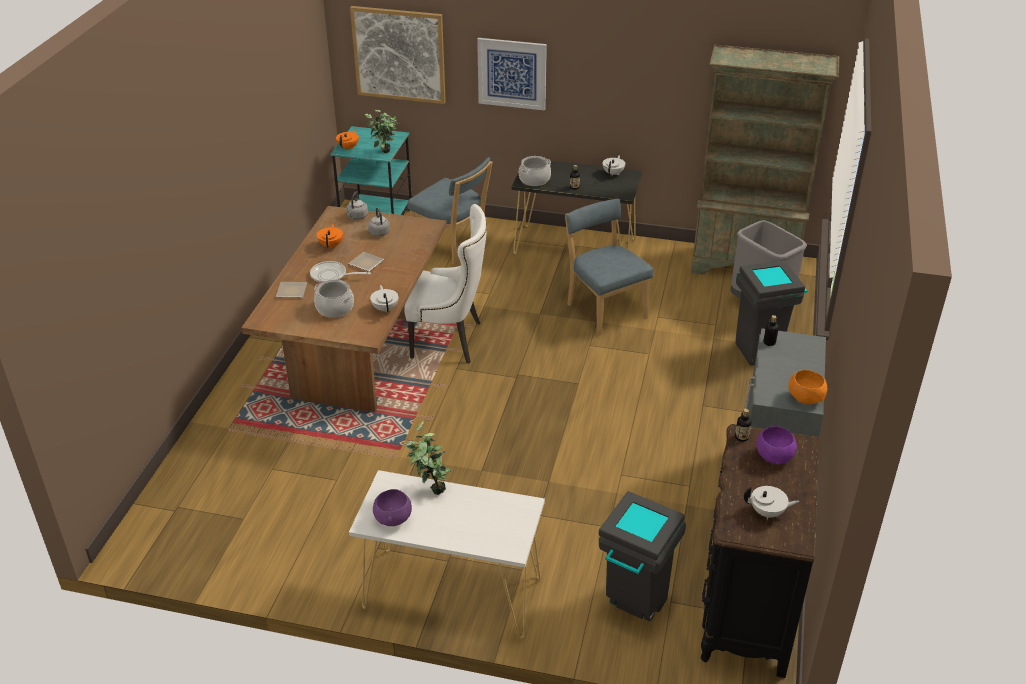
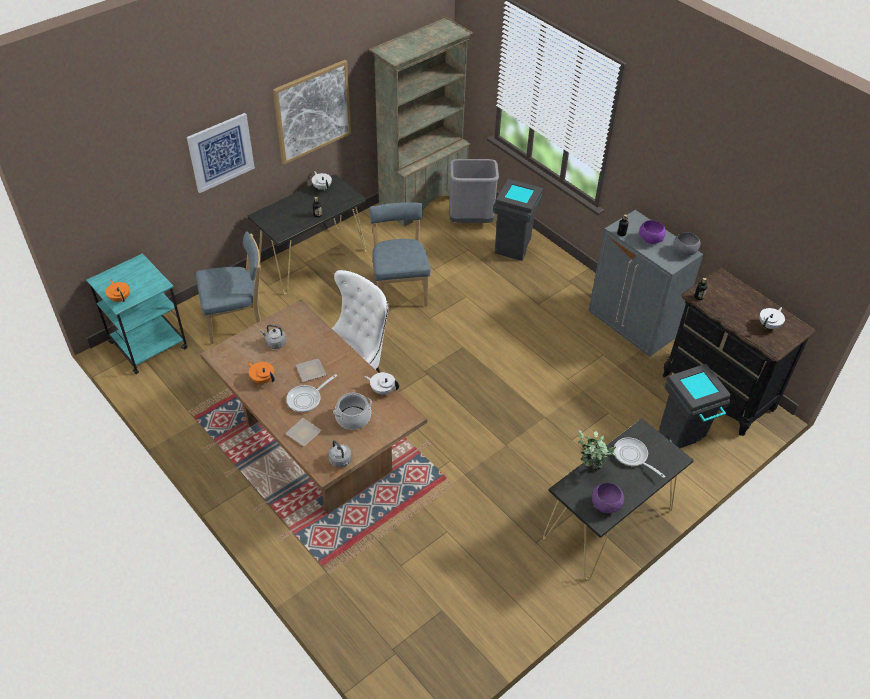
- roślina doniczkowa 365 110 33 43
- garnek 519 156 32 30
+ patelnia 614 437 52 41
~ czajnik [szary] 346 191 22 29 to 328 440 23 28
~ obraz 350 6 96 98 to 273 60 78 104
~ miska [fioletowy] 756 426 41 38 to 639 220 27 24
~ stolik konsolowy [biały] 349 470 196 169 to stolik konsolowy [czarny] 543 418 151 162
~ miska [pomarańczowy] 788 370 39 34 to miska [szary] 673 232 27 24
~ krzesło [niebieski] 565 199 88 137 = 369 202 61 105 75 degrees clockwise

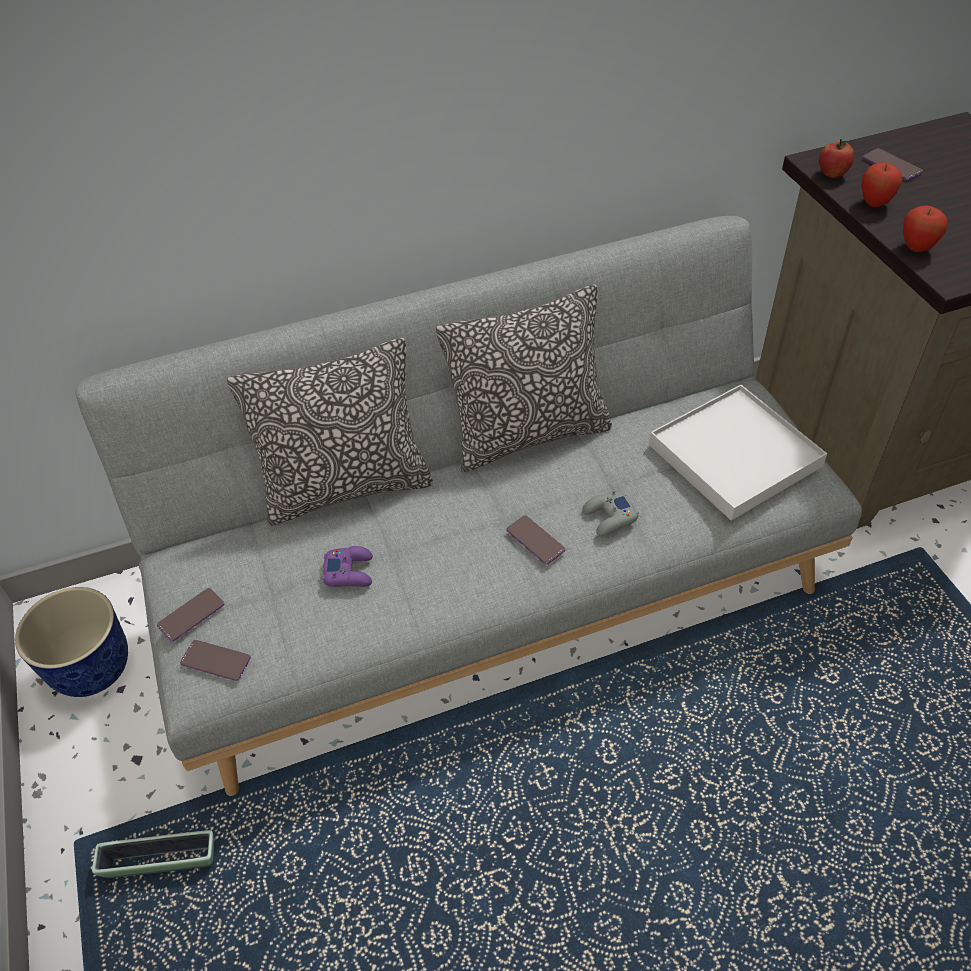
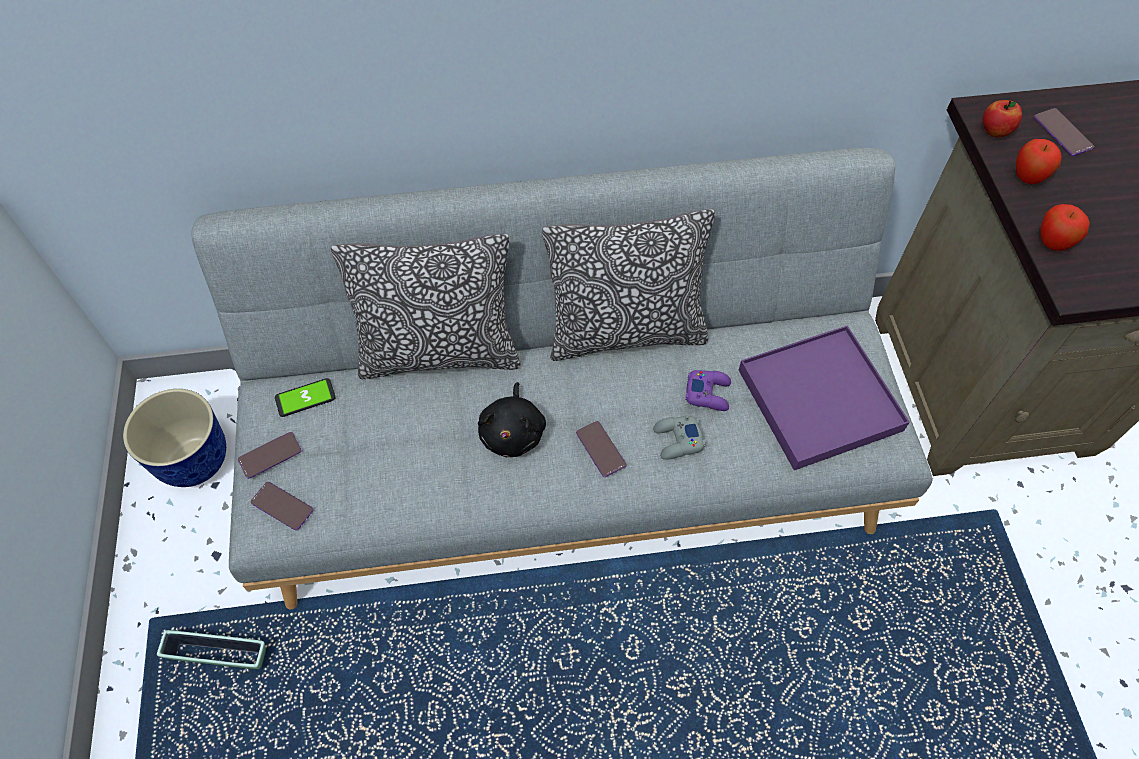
+ telefon 275 378 61 39
+ pluszak [czarny] 478 382 68 75
~ pad do gier [fioletowy] 322 546 51 41 to 685 370 46 41
~ taca [biały] 649 385 178 136 to taca [fioletowy] 739 325 171 145

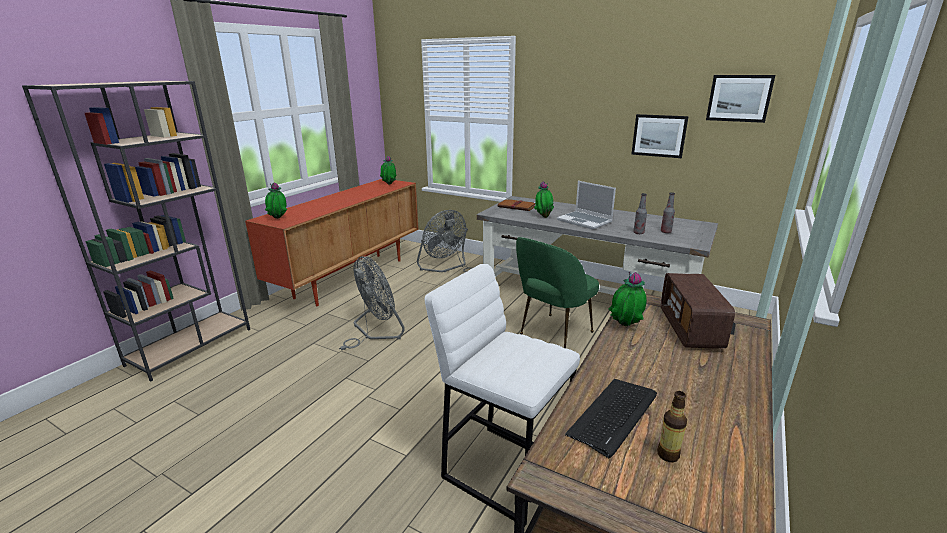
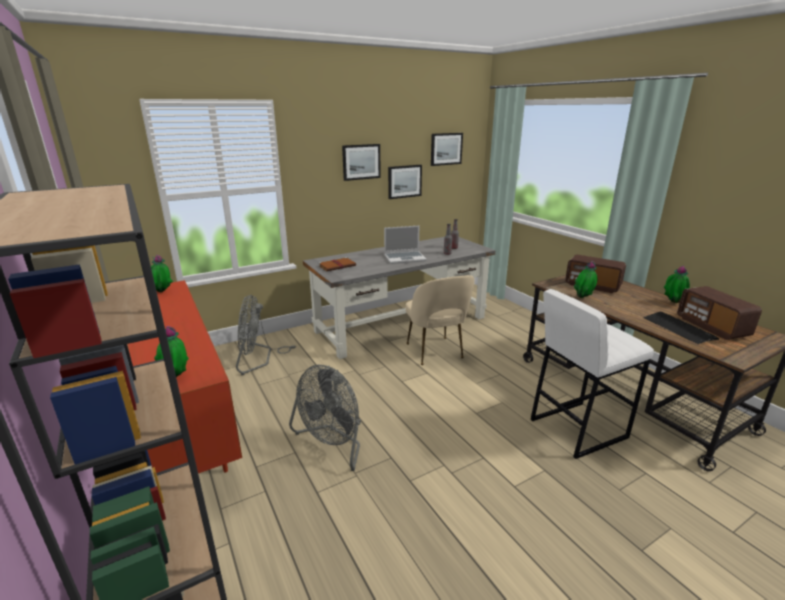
+ obraz 342 144 39 37
~ roślina doniczkowa 534 181 20 37 to 664 266 26 37
~ butelka 657 391 30 71 to radio 677 286 85 54
~ krzesło [zielony] 516 237 83 111 to krzesło [beżowy] 405 275 70 90
~ wentylator [szary] 339 256 66 94 = 289 365 72 106 135 degrees counterclockwise

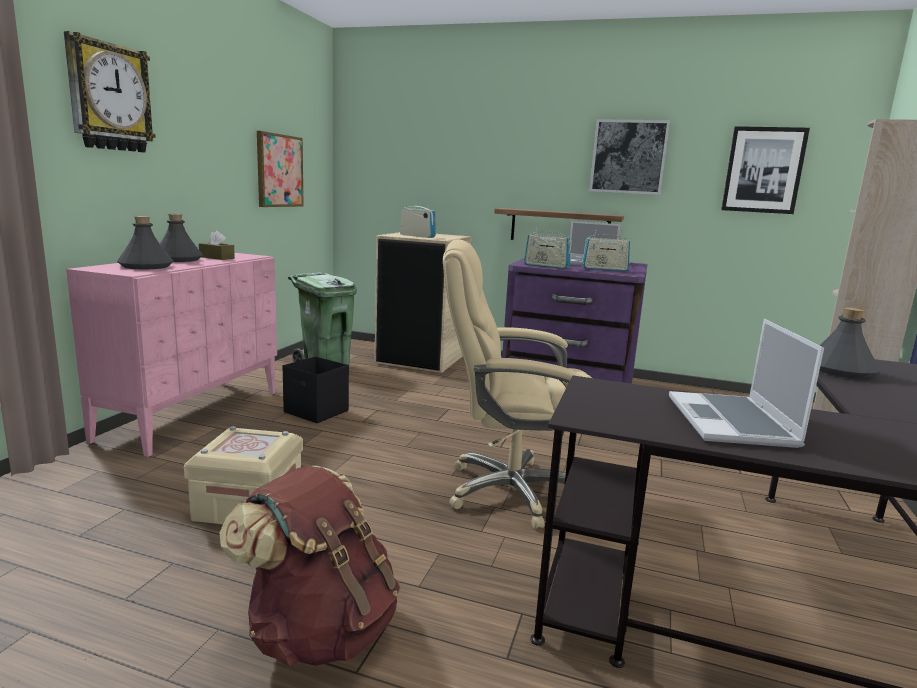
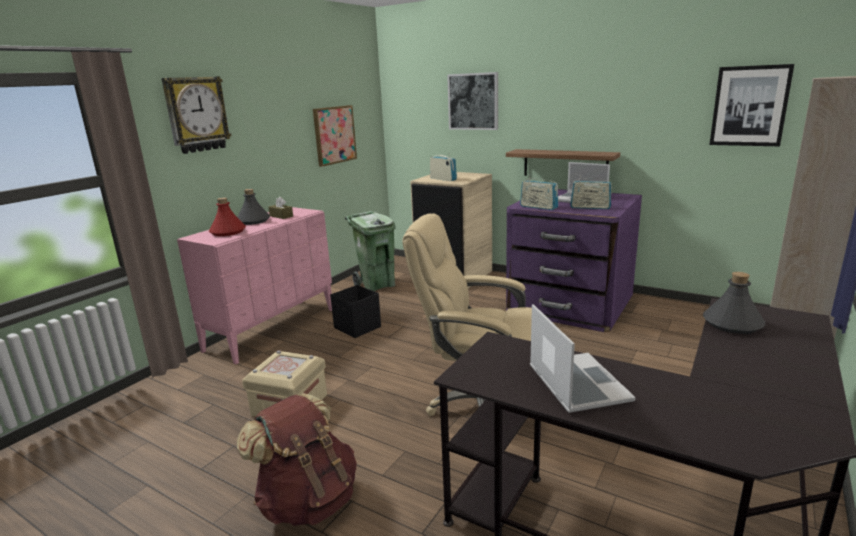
~ obraz 589 119 81 76 to 447 72 51 58
~ butelka [szary] 117 216 56 53 to butelka [czerwony] 209 197 37 39
~ laptop 669 319 155 129 = 530 304 106 109 150 degrees clockwise

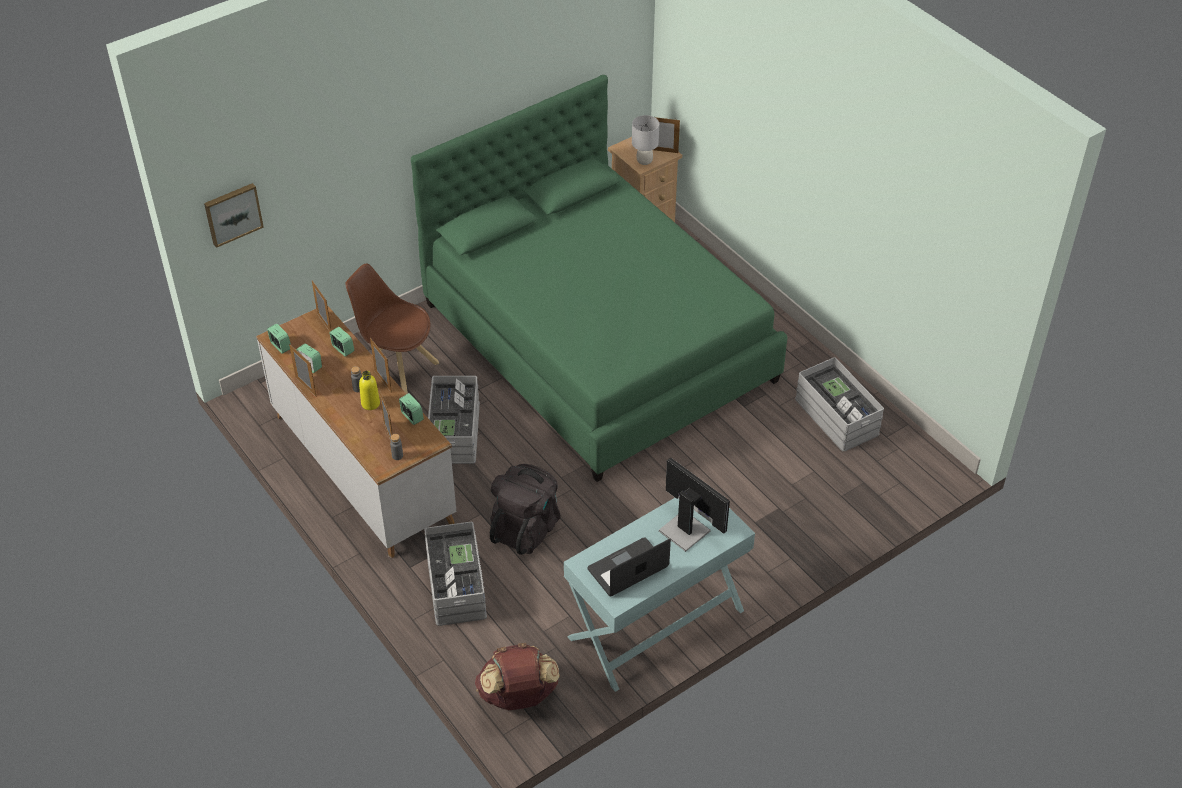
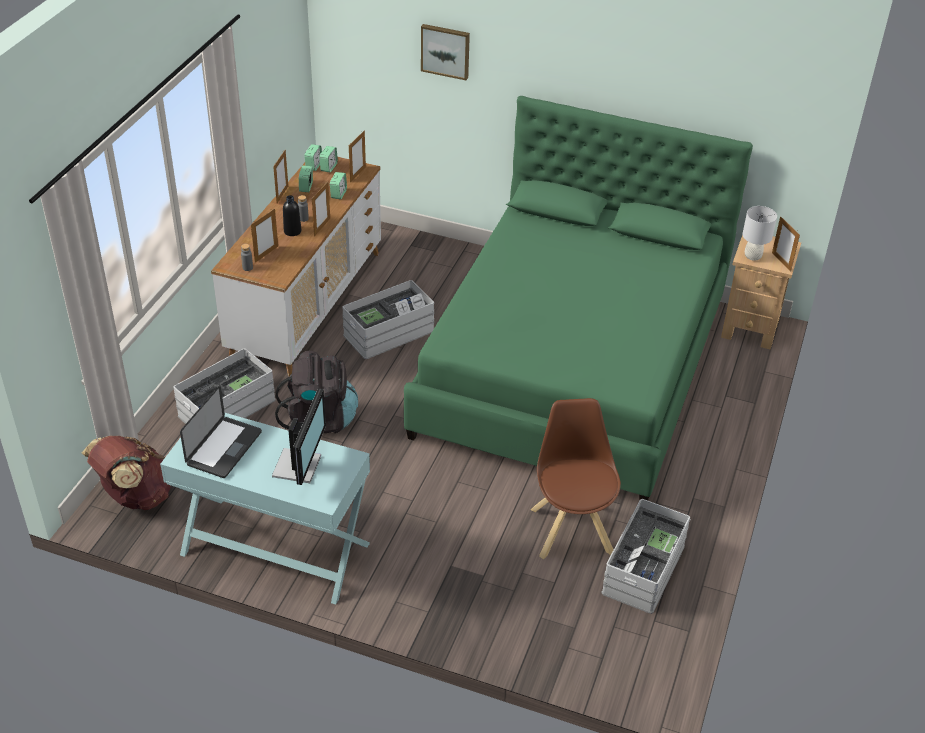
~ obraz 204 183 60 65 to 421 24 49 56
~ krzesło [brązowy] 346 264 93 130 to 531 398 90 161
~ budzik 399 393 25 32 to 319 146 19 27
~ butelka [żółty] 359 371 21 39 to butelka [czarny] 283 195 18 41
~ laptop 587 537 84 60 = 180 385 82 93 90 degrees clockwise

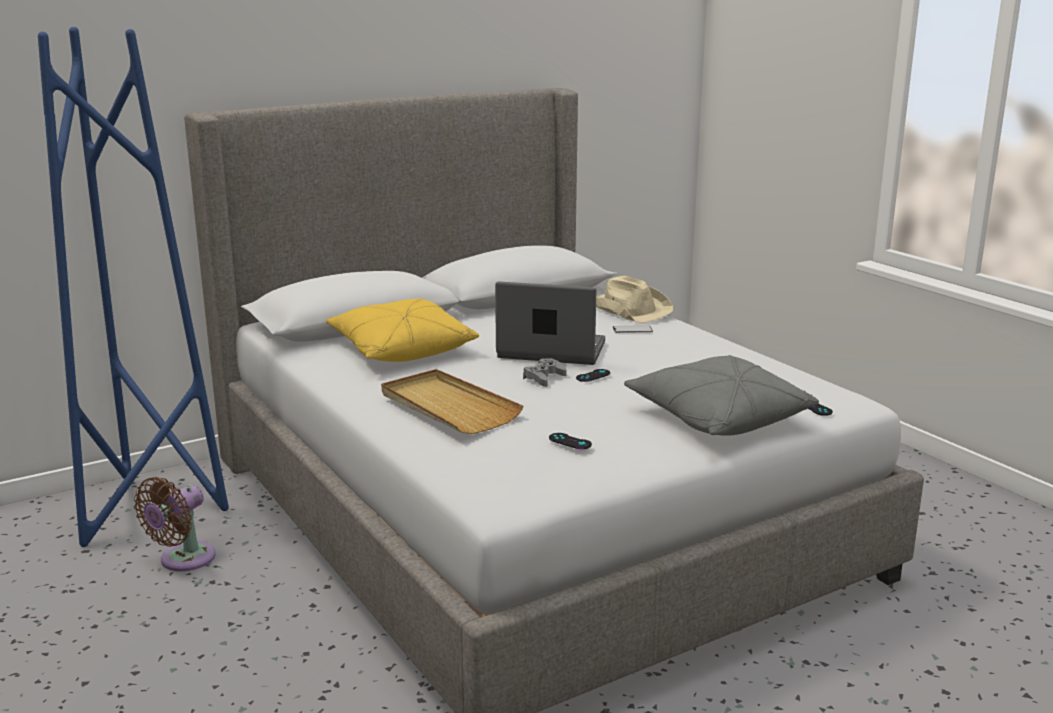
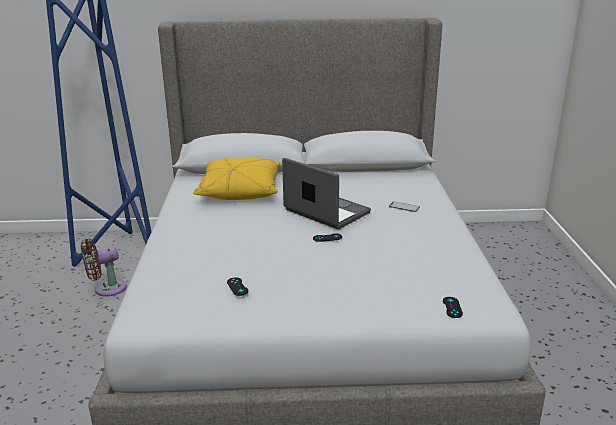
- taca [beżowy] 381 369 142 65
- pad do gier [szary] 523 358 43 29
- kapelusz [beżowy] 596 276 78 47
- poduszka [szary] 624 355 195 81

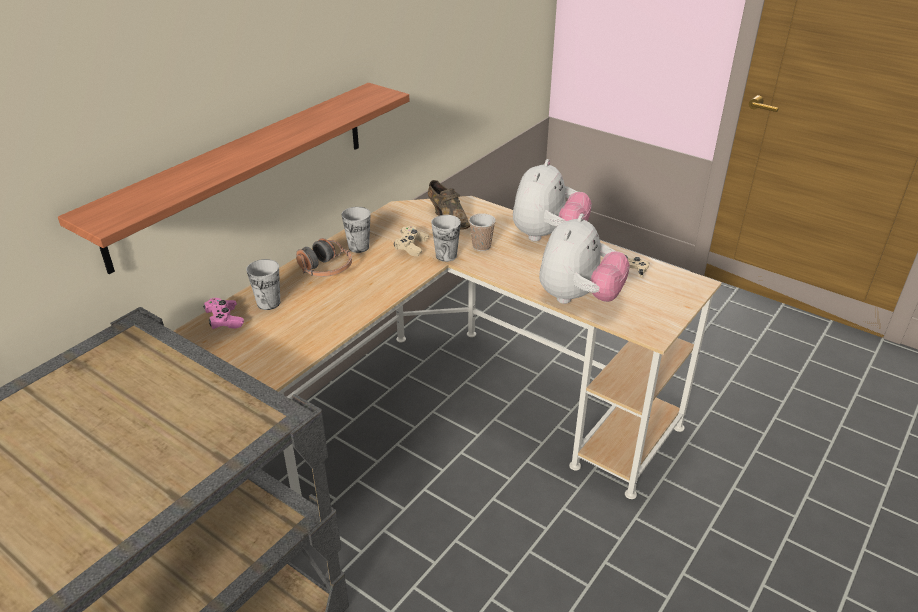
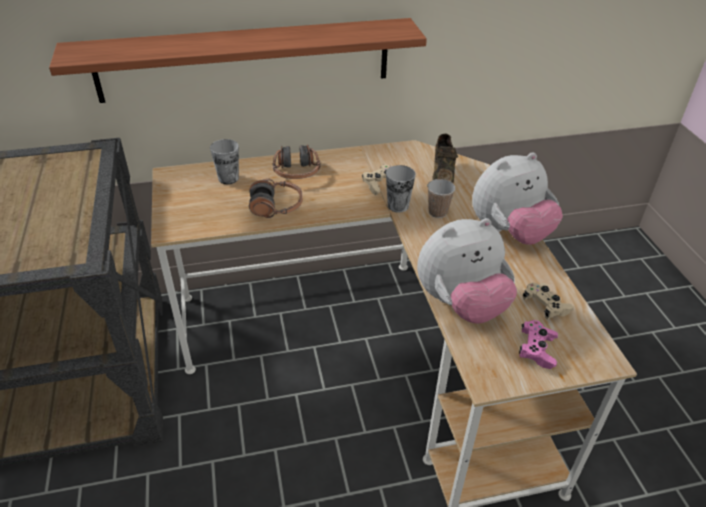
- filiżanka 342 207 29 46
+ słuchawki 249 178 54 40
~ pad do gier [różowy] 203 298 41 31 to 519 320 39 49

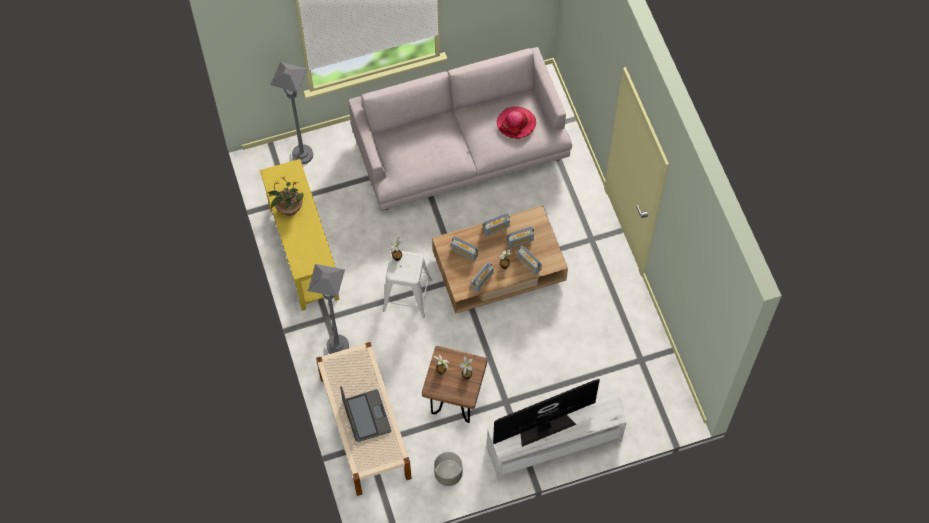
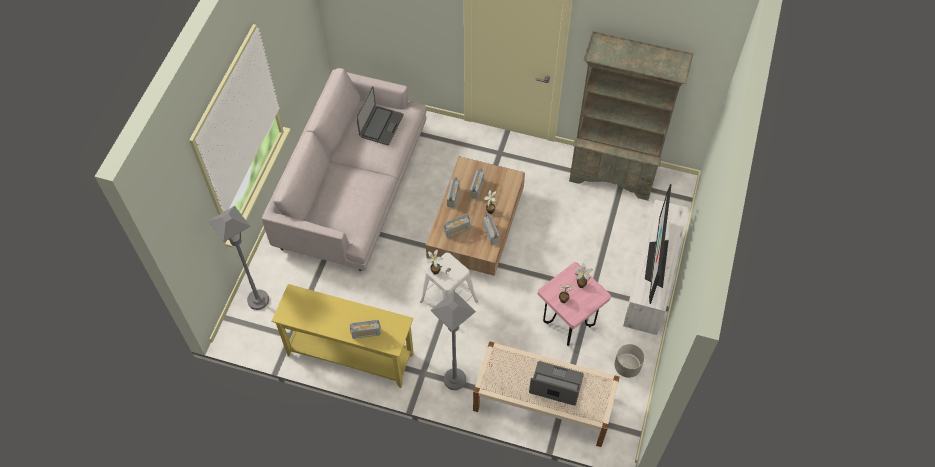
- roślina doniczkowa 268 177 36 39
+ regał [zielony] 569 31 124 170
~ radio 517 245 25 30 to 350 320 31 19
~ kapelusz 497 106 39 33 to laptop 356 86 48 59
~ stołek [brązowy] 422 346 65 77 to stołek [różowy] 538 262 73 84

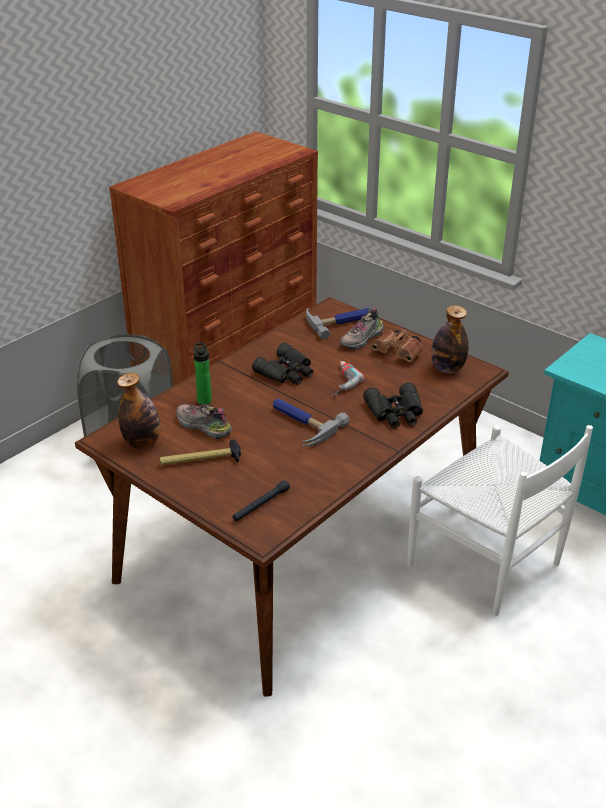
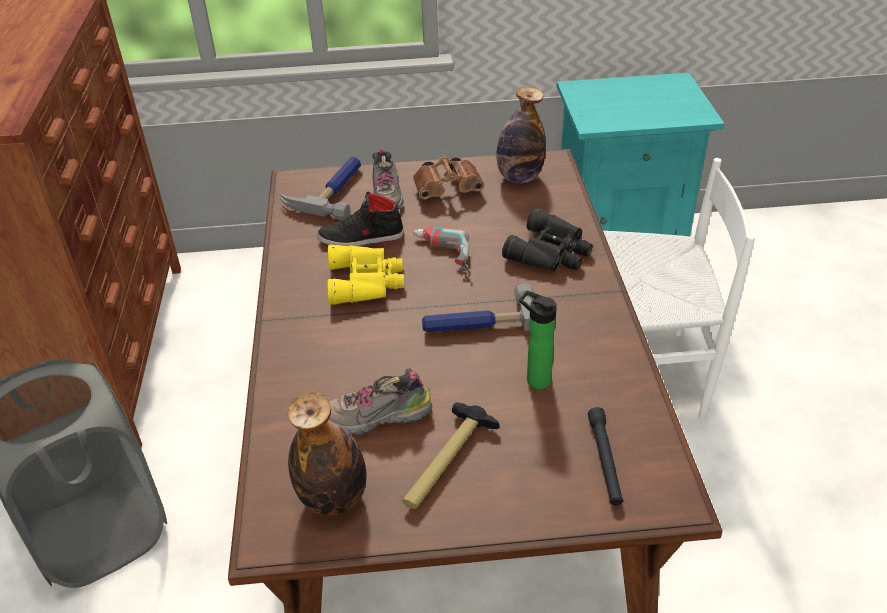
+ but [czarny] 317 191 86 55
~ butelka 194 342 18 63 to 519 291 38 98
~ lornetka [czarny] 252 342 61 43 to lornetka [żółty] 328 245 76 60

